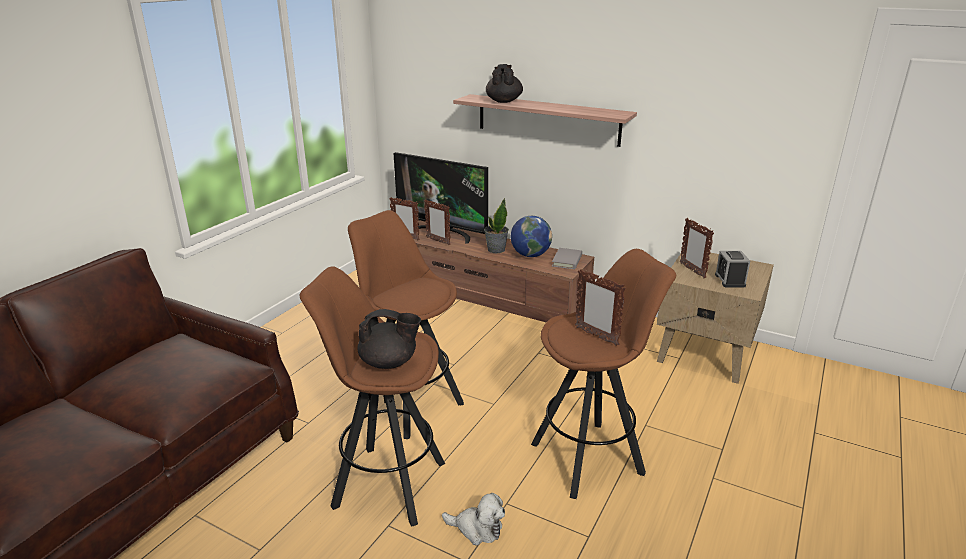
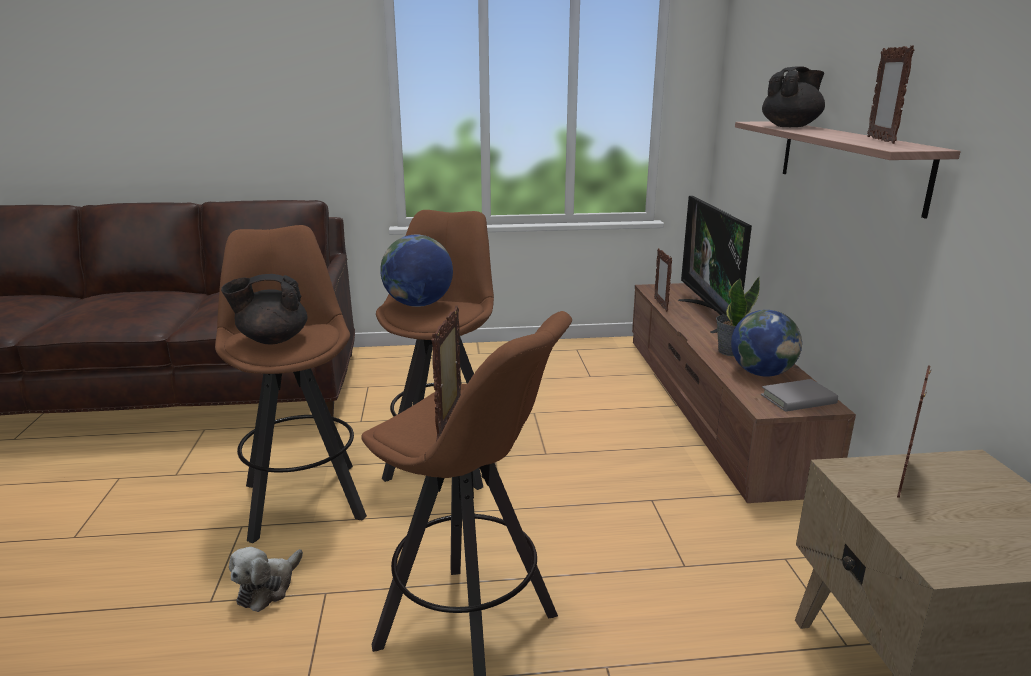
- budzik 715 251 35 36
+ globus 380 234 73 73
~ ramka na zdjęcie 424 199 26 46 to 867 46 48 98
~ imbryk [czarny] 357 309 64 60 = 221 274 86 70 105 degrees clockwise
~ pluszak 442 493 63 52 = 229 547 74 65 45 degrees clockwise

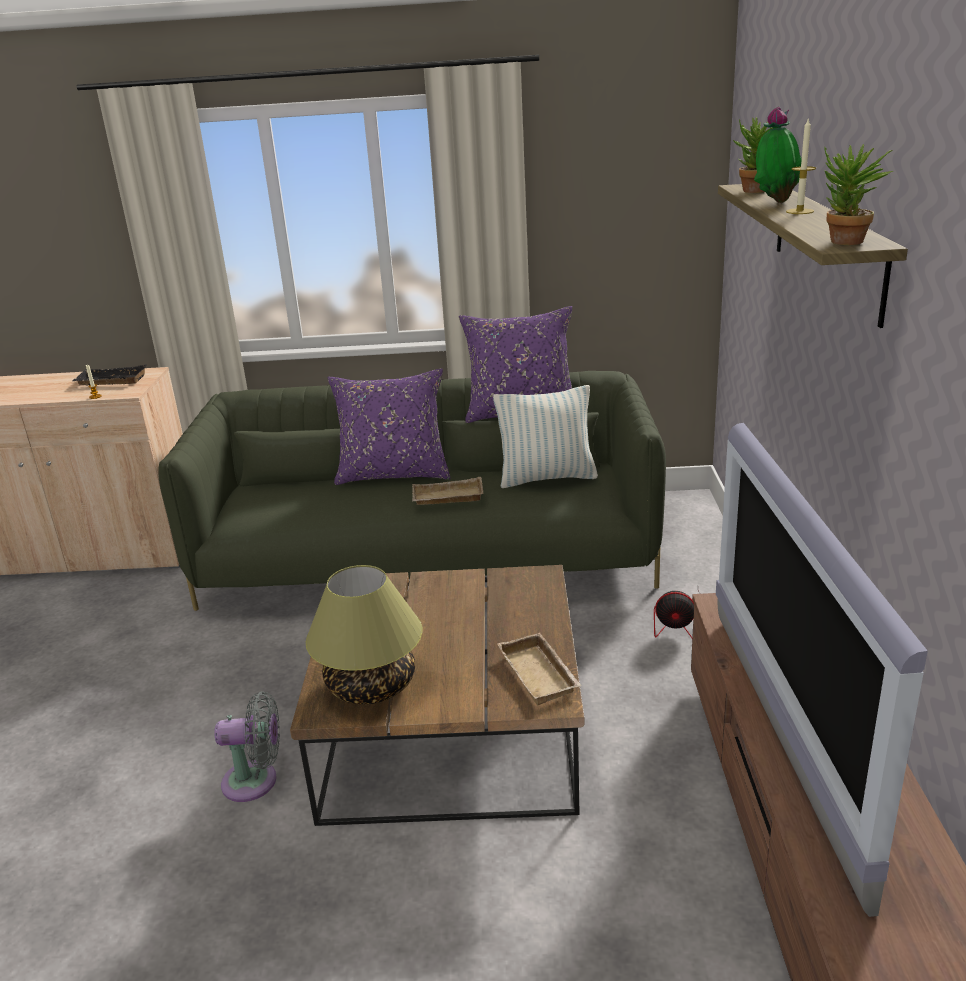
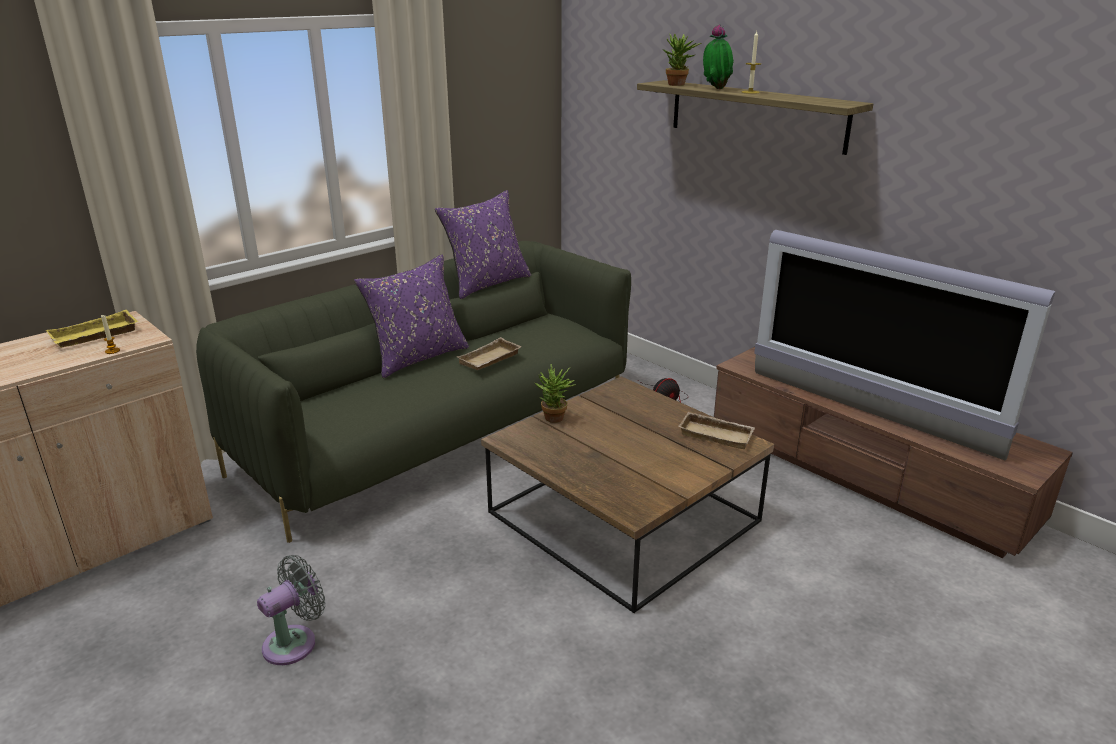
- lampa stołowa 306 565 116 139
- poduszka 493 385 105 103
~ wentylator [szary] 214 691 66 111 to 257 555 68 110
~ roślina doniczkowa 825 144 68 101 to 535 364 40 59
~ taca [czarny] 73 364 74 21 to taca [żółty] 46 310 92 38

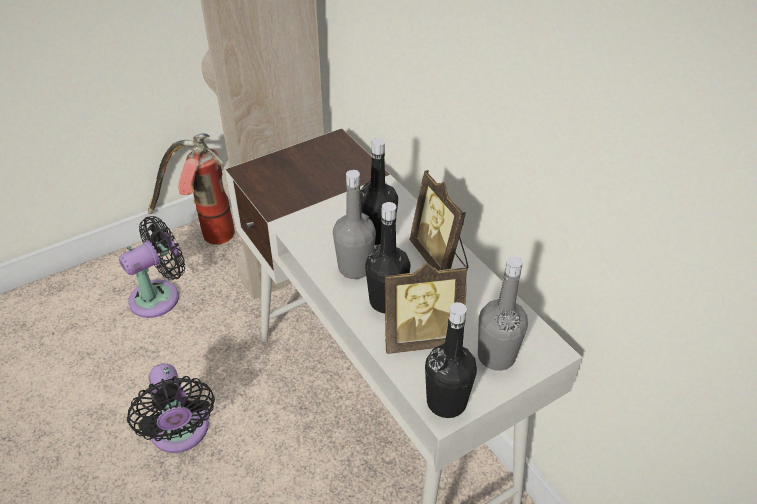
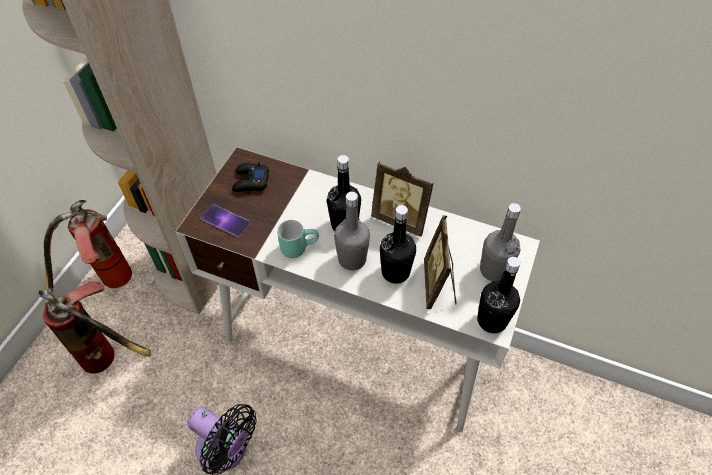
+ telefon 200 204 50 33
+ pad do gier [czarny] 232 162 37 30
+ kubek [turkusowy] 277 220 42 38
~ wentylator [czarny] 119 216 66 102 to gaśnica 38 281 113 93
~ ramka na zdjęcie 385 263 83 91 = 424 215 32 94 135 degrees clockwise

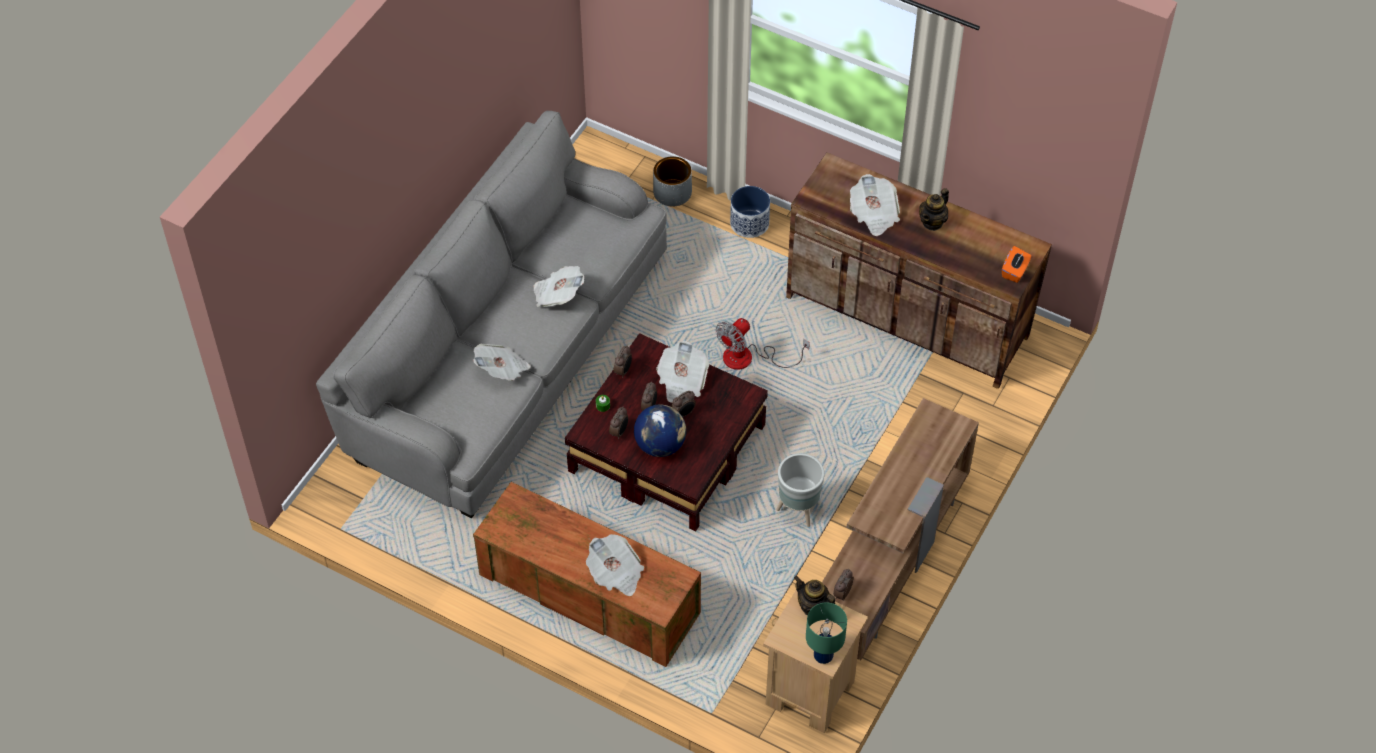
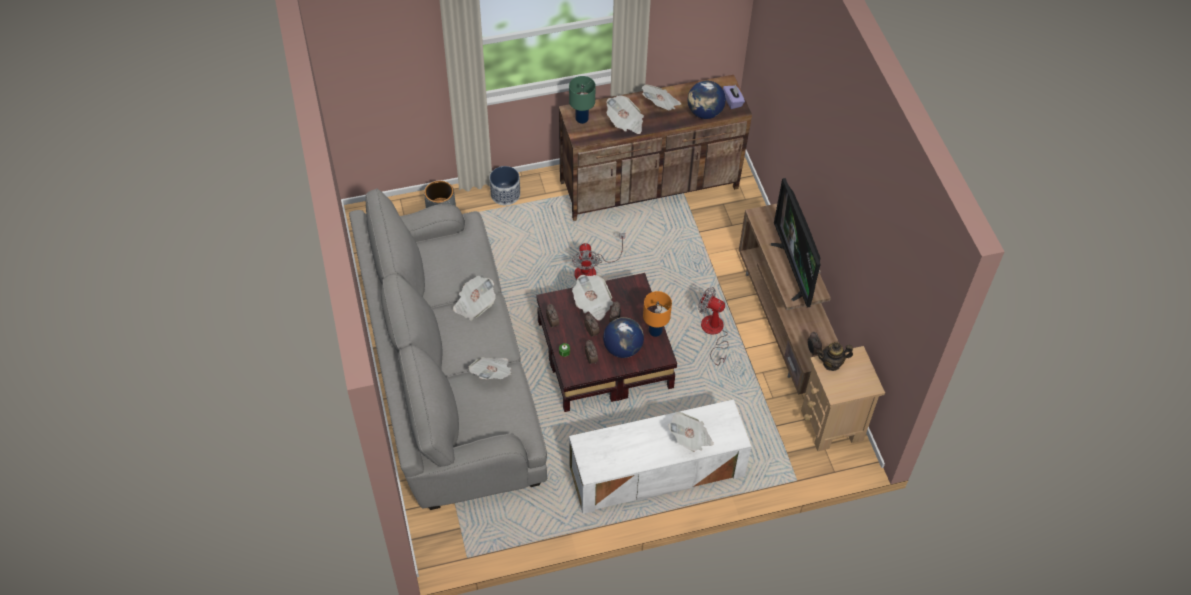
+ lampa stołowa [pomarańczowy] 643 291 29 46
+ globus 688 81 38 38
+ telewizor 771 178 50 130
~ lampa stołowa [zielony] 806 603 41 61 to 569 76 27 48
~ donica [szary] 776 453 49 74 to wentylator 698 287 31 79
~ imbryk 919 188 30 43 to gazeta 642 84 39 27
~ ławka [brązowy] 473 482 228 185 to ławka [biały] 569 399 183 115
~ pudełko chusteczek [pomarańczowy] 1002 246 29 37 to pudełko chusteczek [fioletowy] 723 85 22 24

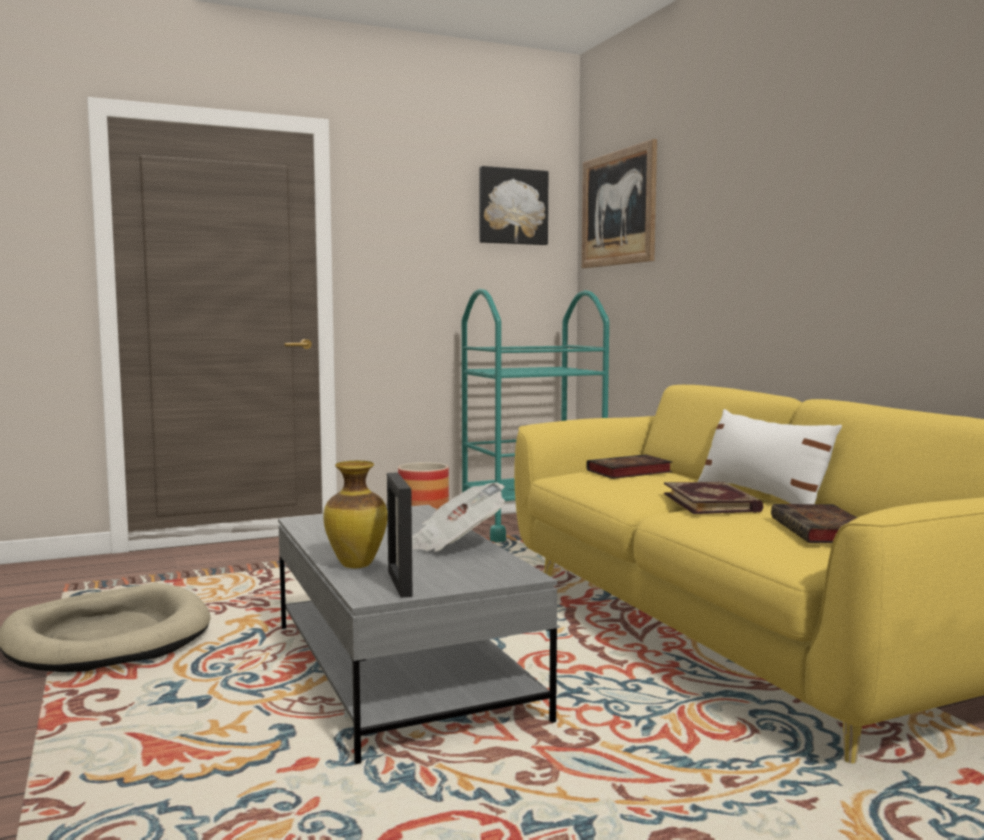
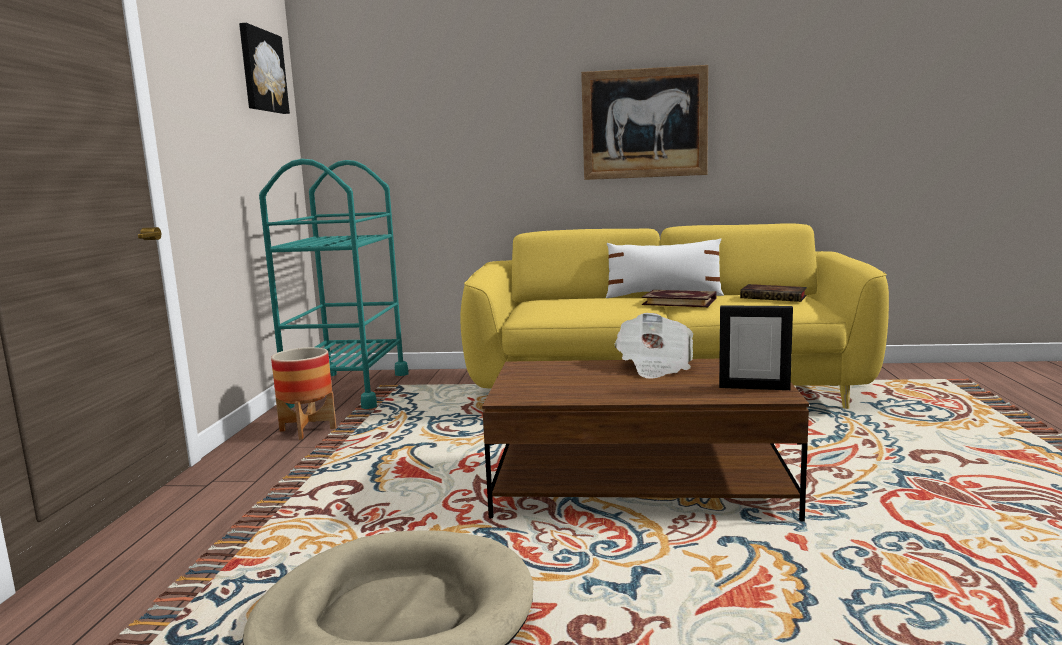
- wazon 323 461 64 107
- książka 586 454 87 25
~ obraz 582 139 75 129 to 581 65 127 115
~ ława [szary] 278 505 279 259 to ława [brązowy] 482 359 327 162

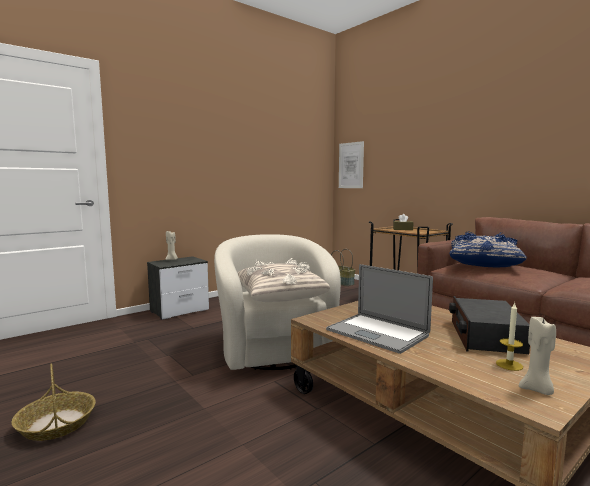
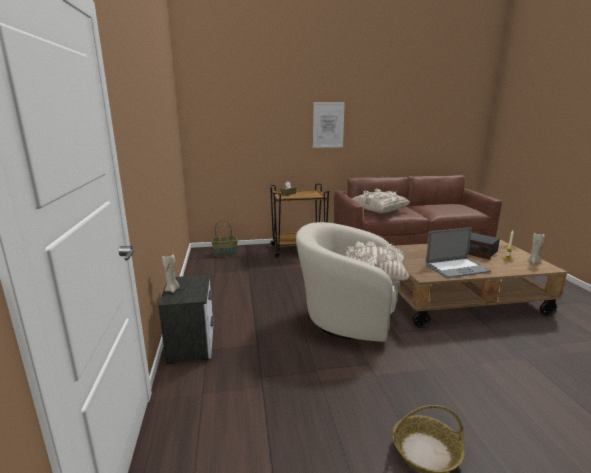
~ obraz 339 141 25 47 to 313 102 32 46
~ poduszka [niebieski] 449 231 78 36 to poduszka [beżowy] 352 189 58 24

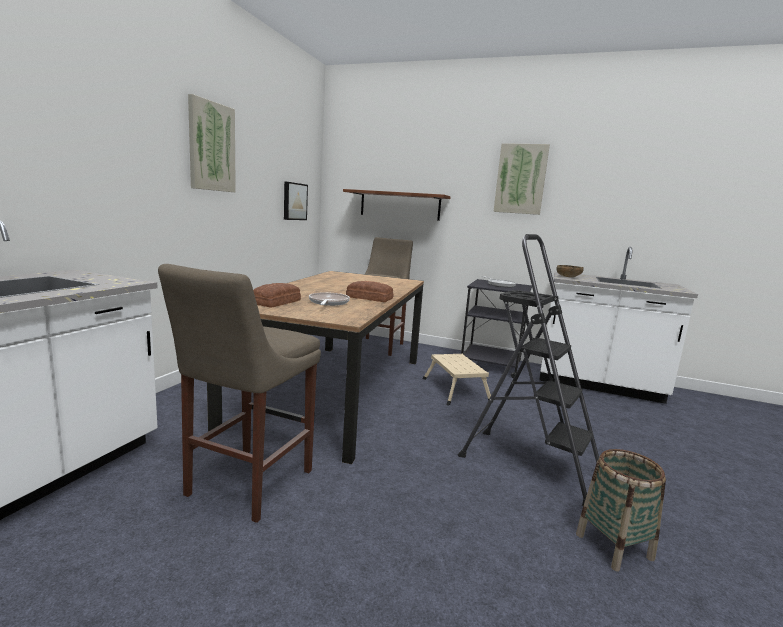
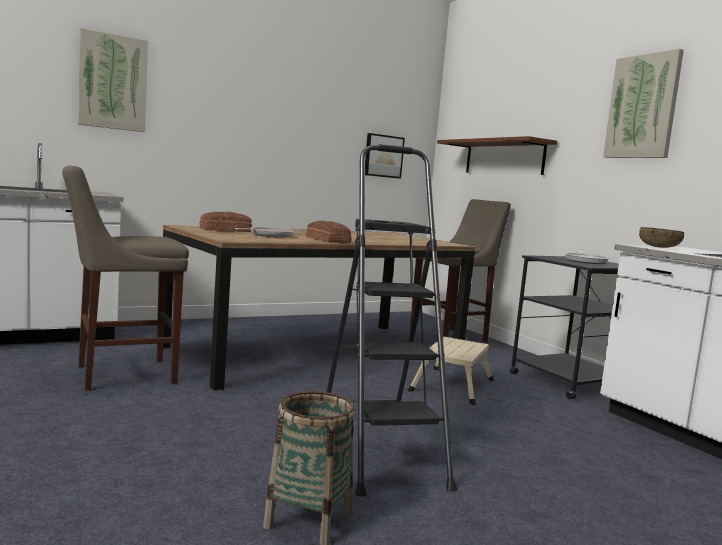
~ obraz 188 94 48 98 to 78 28 70 104

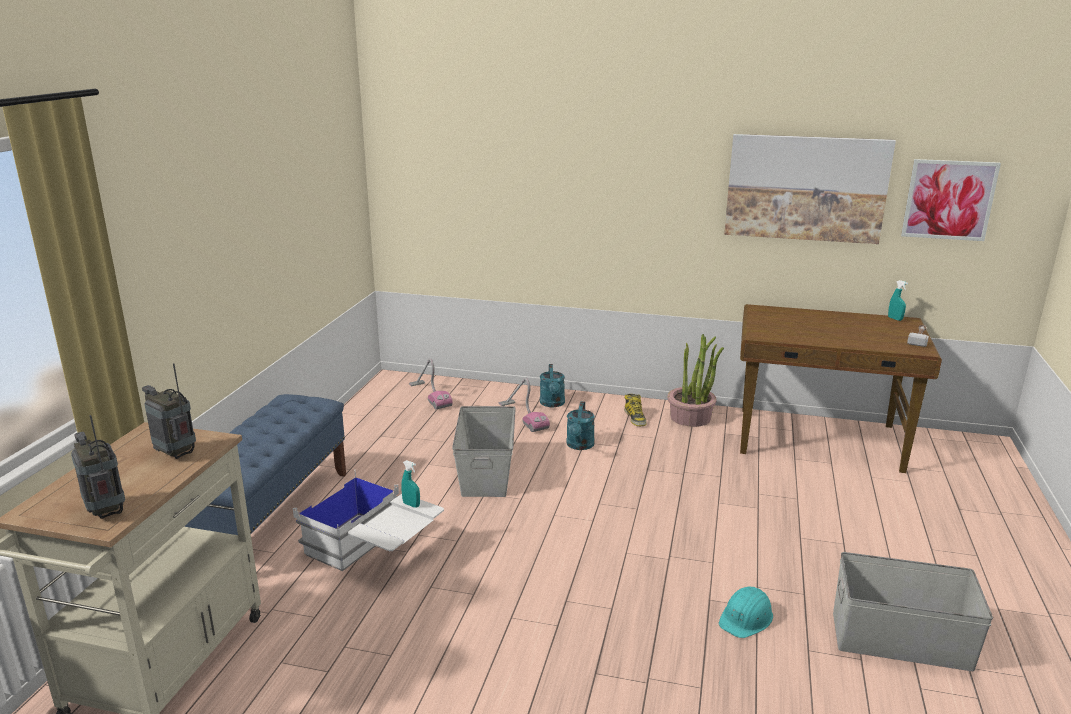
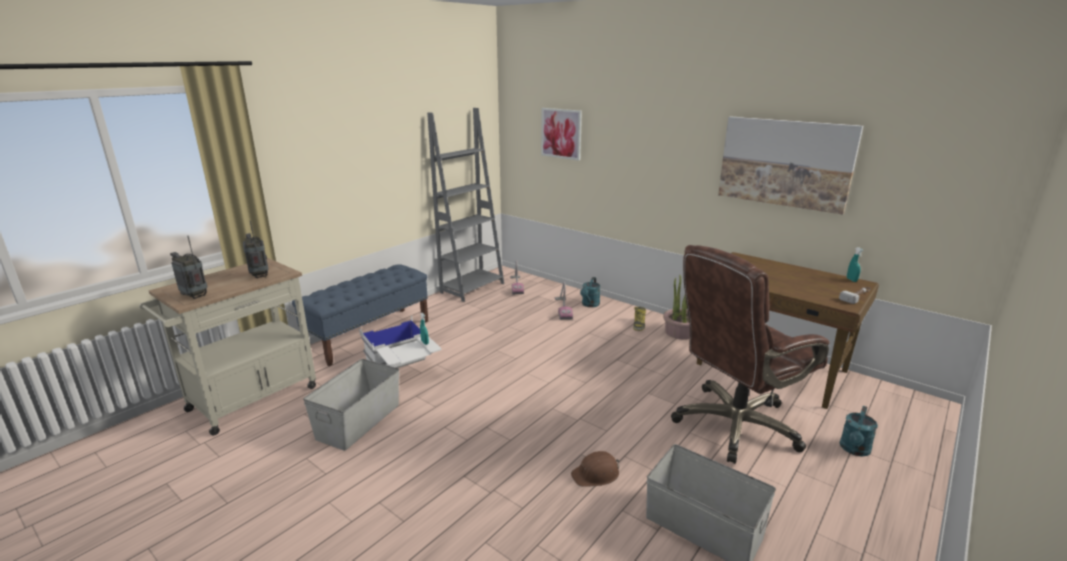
+ regał [szary] 427 108 77 194
+ krzesło biurowe [brązowy] 671 245 159 219
~ pojemnik do przechowywania [szary] 452 406 64 91 to 303 359 97 92
~ konewka [turkusowy] 566 401 29 49 to 840 406 38 50
~ obraz 901 159 100 82 to 541 108 41 53
~ kask [turkusowy] 719 587 54 51 to kask [brązowy] 571 451 48 35
~ radio 71 415 54 104 = 170 236 37 63 45 degrees counterclockwise

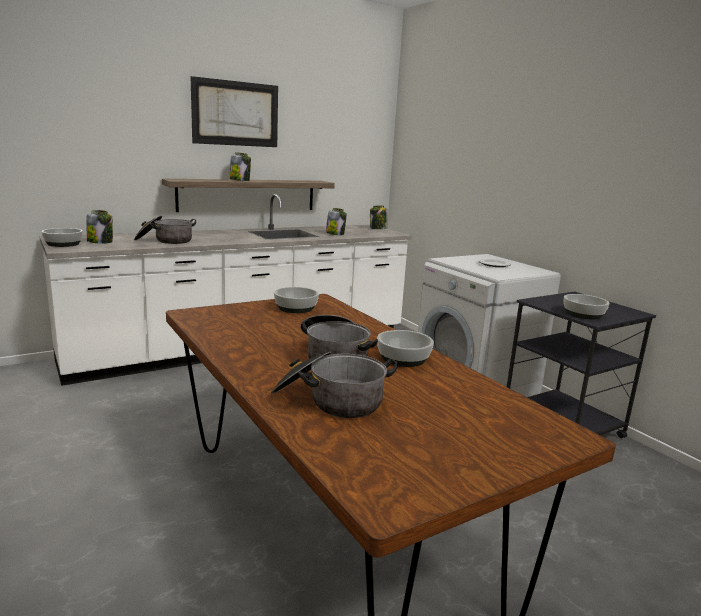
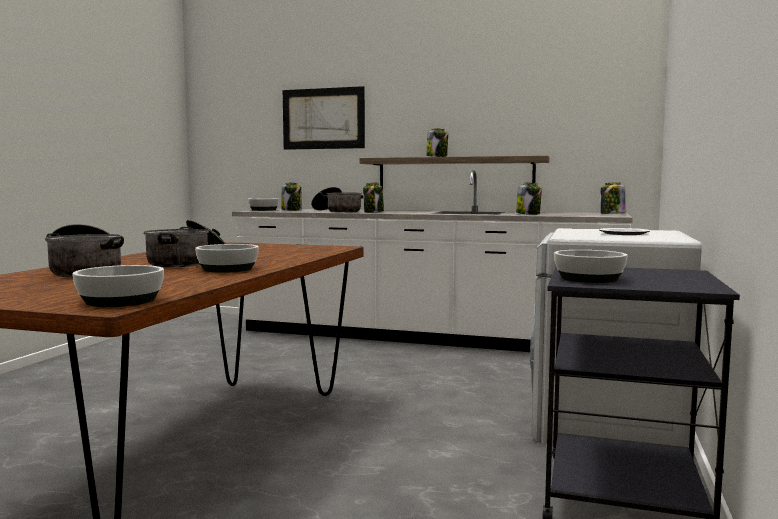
+ słoik 363 182 21 31
~ obraz 190 76 88 71 to 283 86 82 64
~ miska 274 287 45 26 to 72 265 92 42

